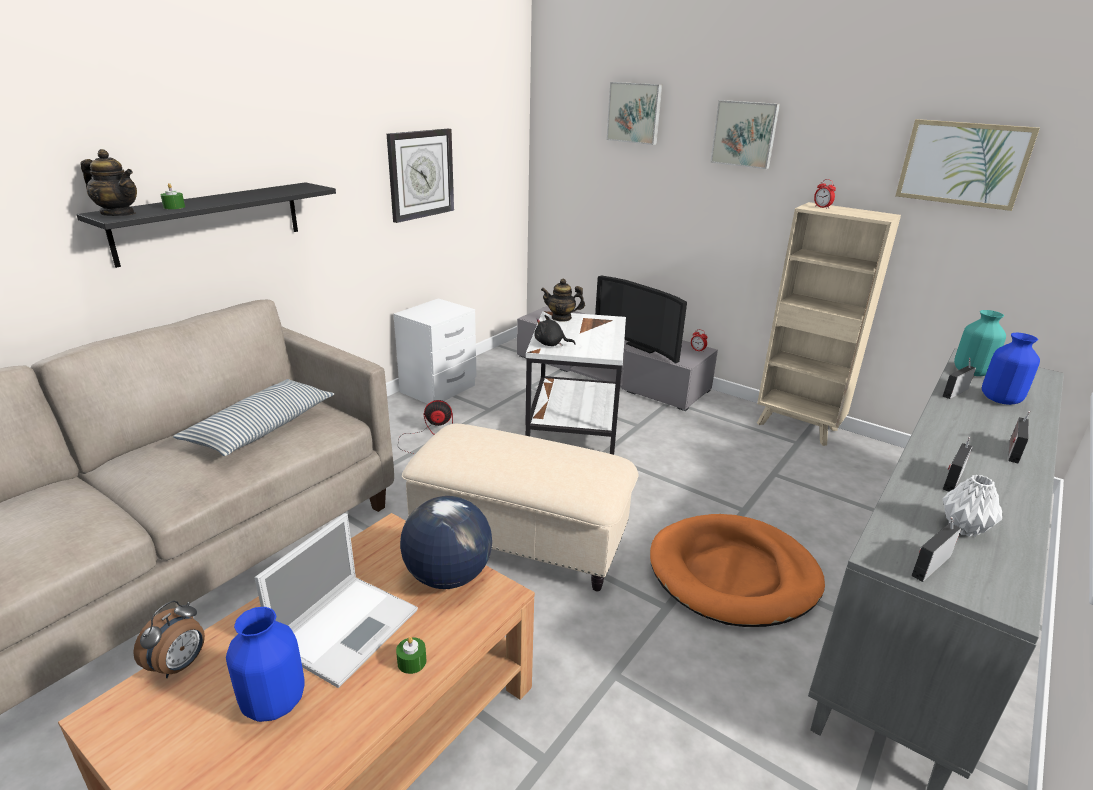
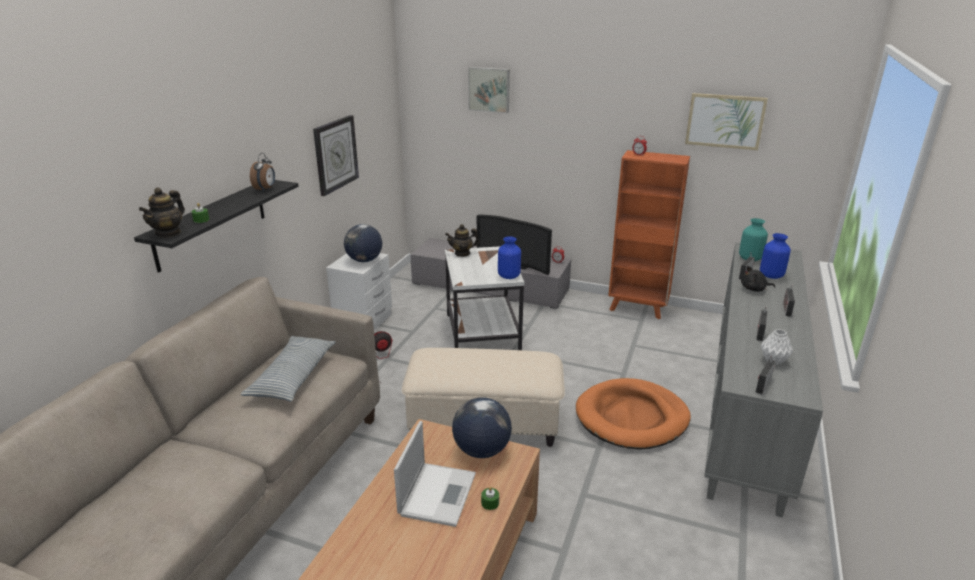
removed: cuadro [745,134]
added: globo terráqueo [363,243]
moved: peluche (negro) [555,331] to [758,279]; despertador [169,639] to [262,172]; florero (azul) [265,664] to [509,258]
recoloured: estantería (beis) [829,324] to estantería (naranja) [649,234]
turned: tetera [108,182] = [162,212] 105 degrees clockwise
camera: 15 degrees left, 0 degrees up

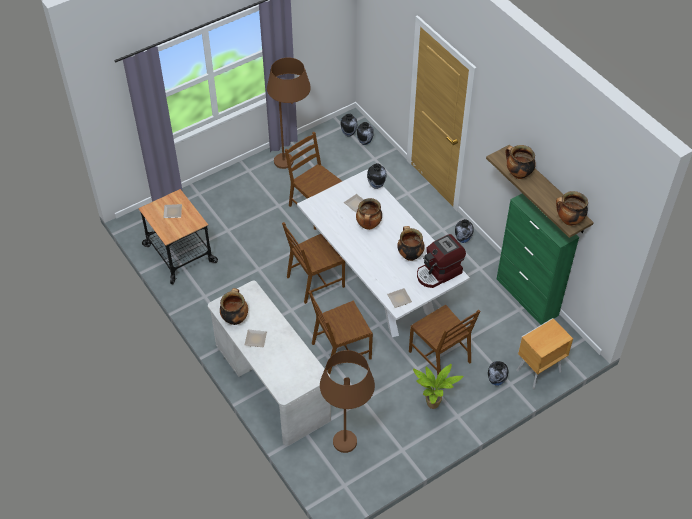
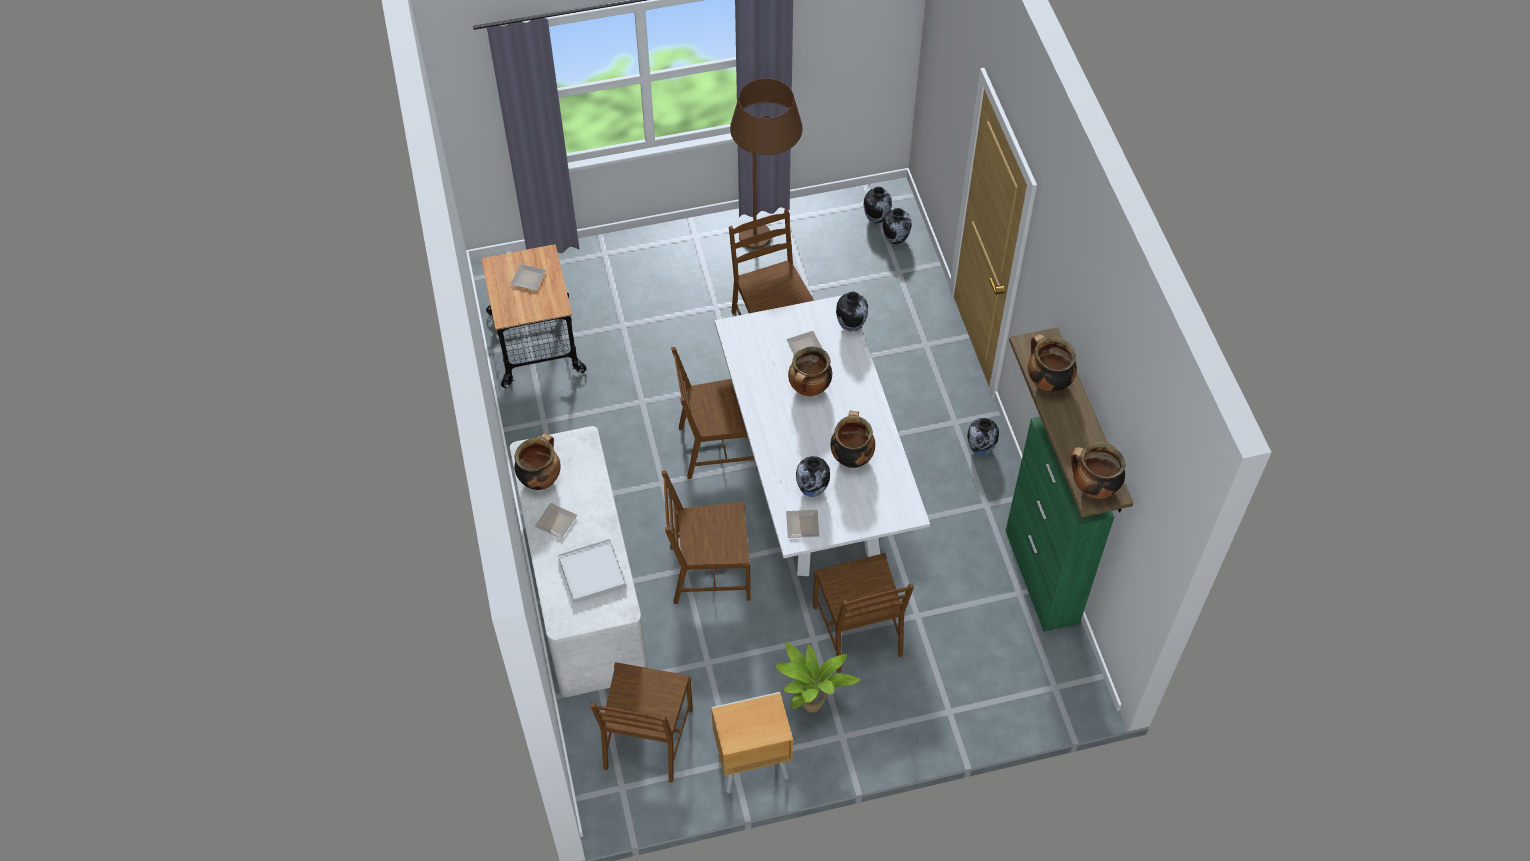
removed: cafetera [441,261]
added: bandeja (blanco) [592,571]
moved: mesita de noche (marrón) [545,353] to [752,742]; florero [498,373] to [813,476]
replaced: lámpara de pie (marrón) [347,401] to silla (marrón) [641,722]
camera: 20 degrees right, 5 degrees up

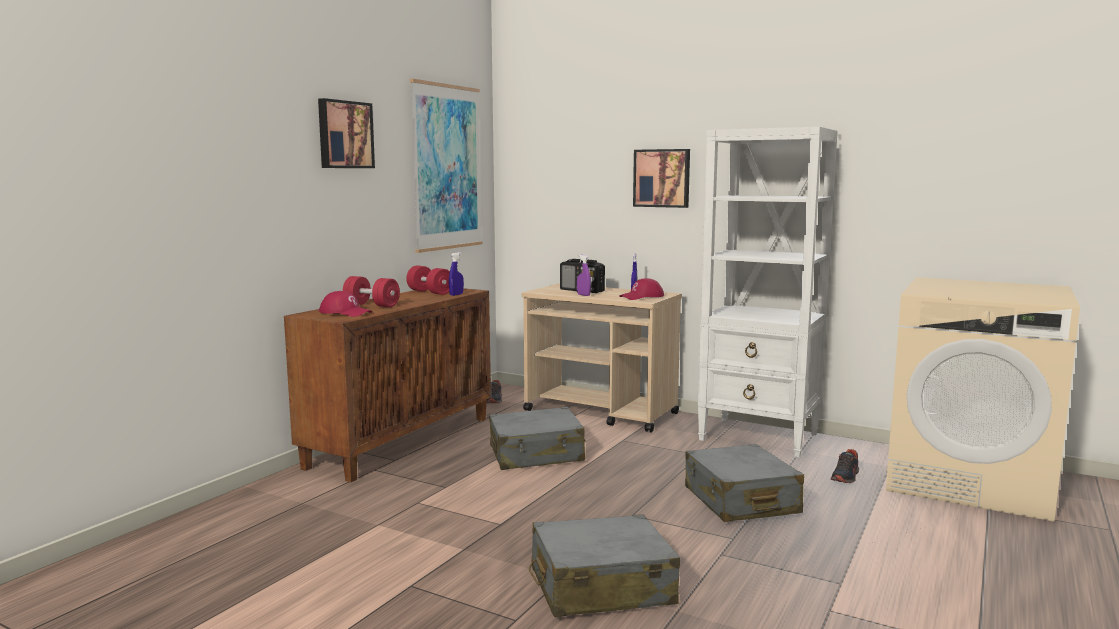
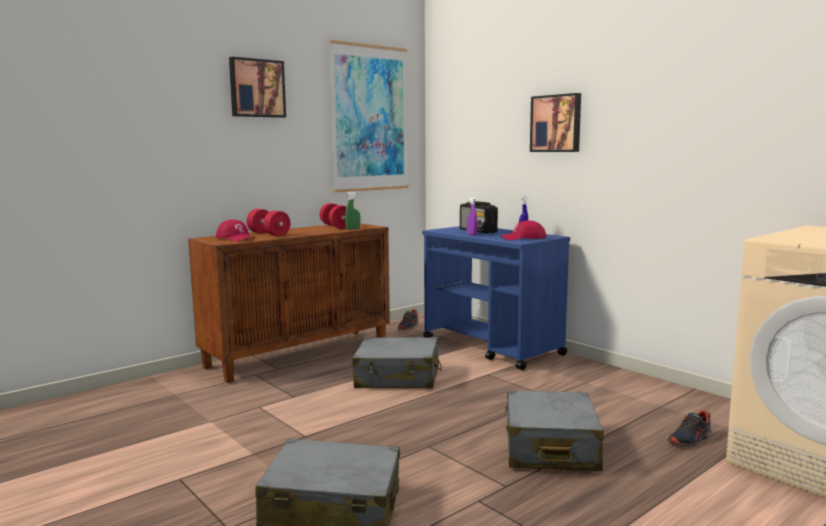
removed: estantería (blanco) [768,292]
recoloured: pulverizador (azul) [456,274] to pulverizador (verde) [353,210]; carrito (beis) [602,358] to carrito (azul) [496,298]
camera: 20 degrees right, 0 degrees up

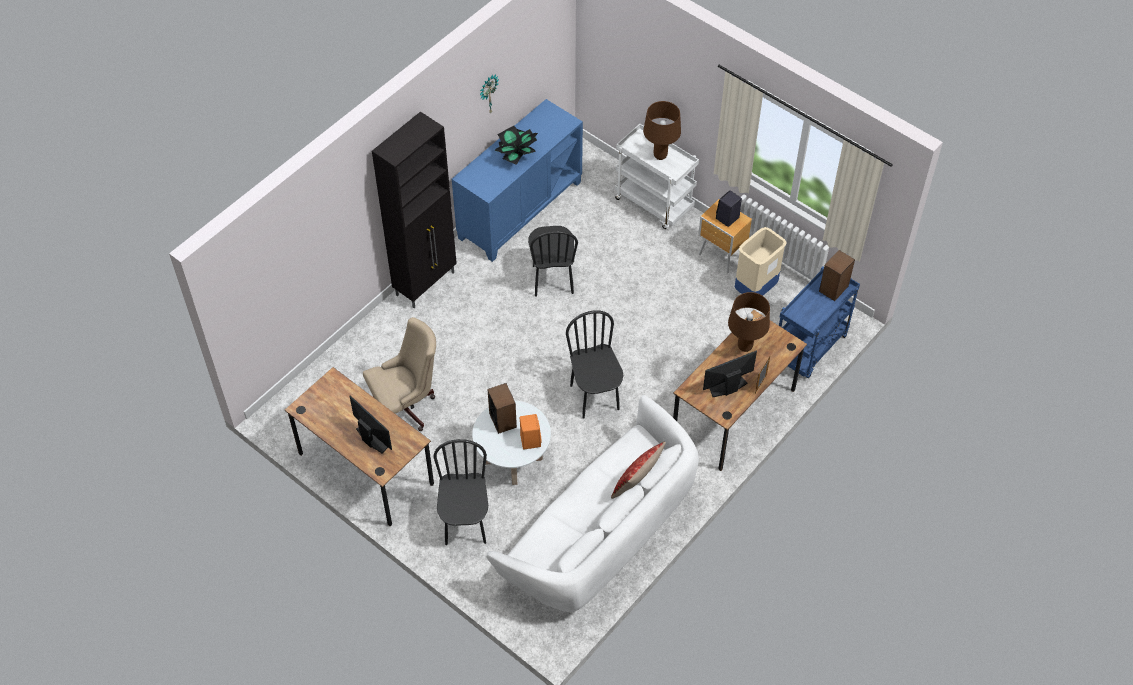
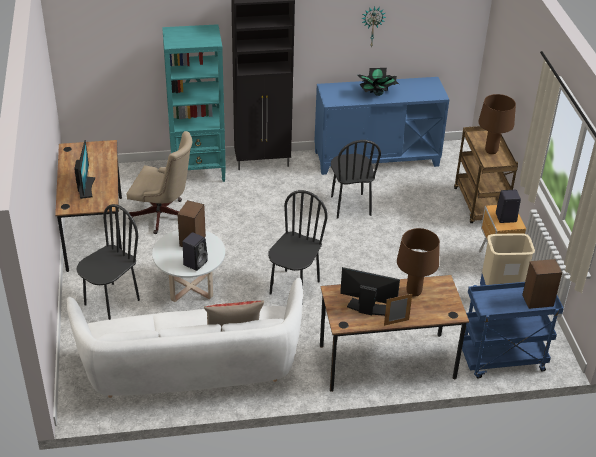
added: estantería (turquesa) [194,103]
recoloured: carrito (blanco) [657,176] to carrito (marrón) [486,174]; altavoz (naranja) [531,431] to altavoz (negro) [195,251]
turned: silla (negro) [553,261] = [356,179] 45 degrees counterclockwise
camera: 40 degrees right, 15 degrees down

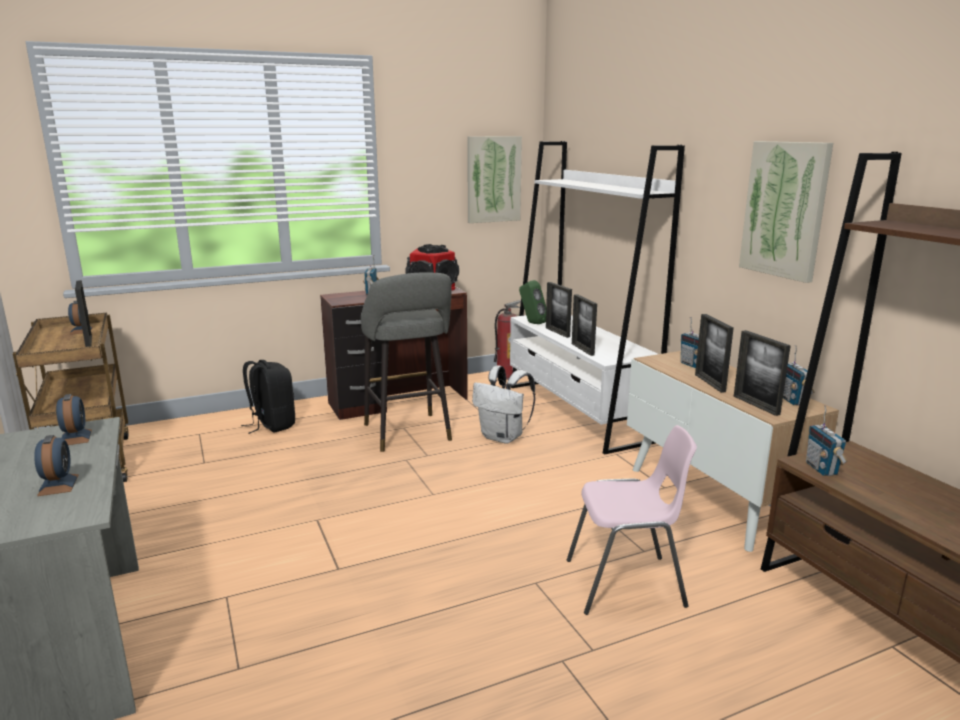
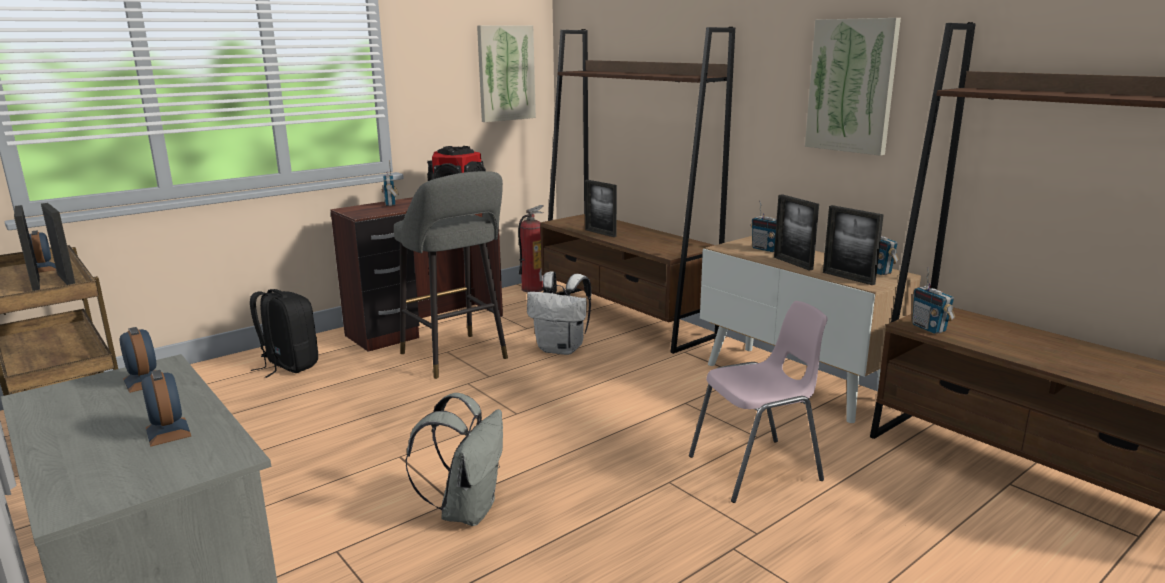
removed: altavoz (verde) [532,302]
added: mochila (gris) [454,459]
moved: portarretratos [584,325] to [27,248]
recoloured: estantería (blanco) [597,298] to estantería (marrón) [637,190]
camera: 15 degrees left, 0 degrees up

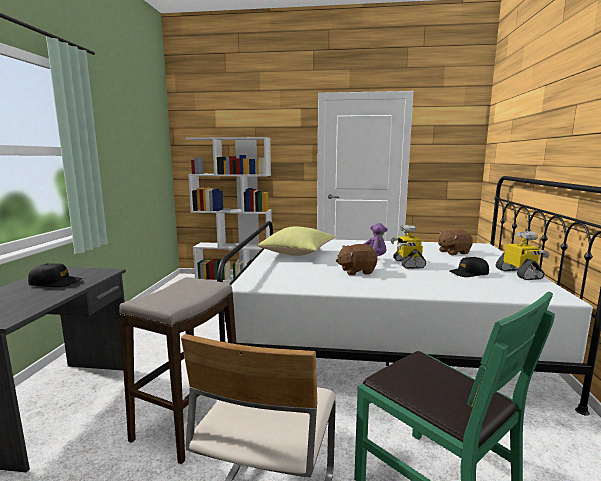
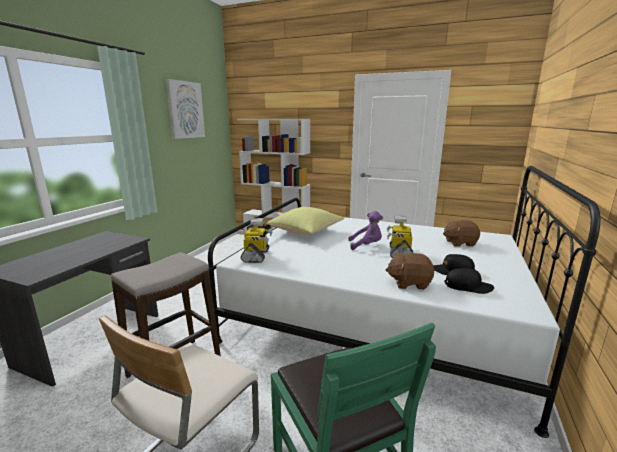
added: cuadro [185,109]
moved: robot de juguete [522,255] to [257,240]; peluche (marrón) [356,259] to [410,271]; gorra (negro) [55,275] to [469,281]
camera: 15 degrees right, 5 degrees up

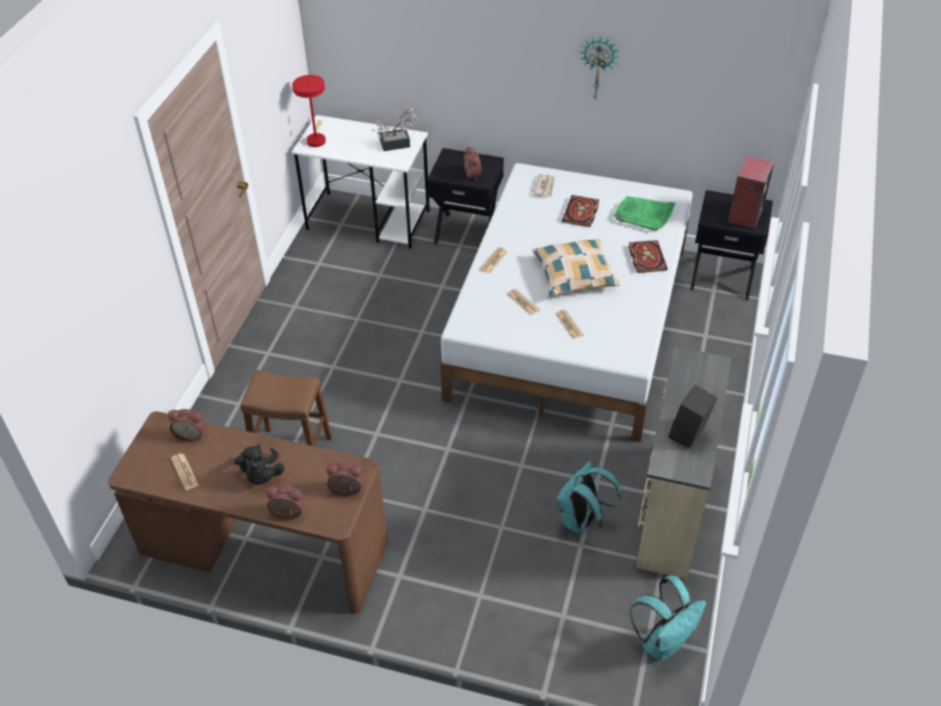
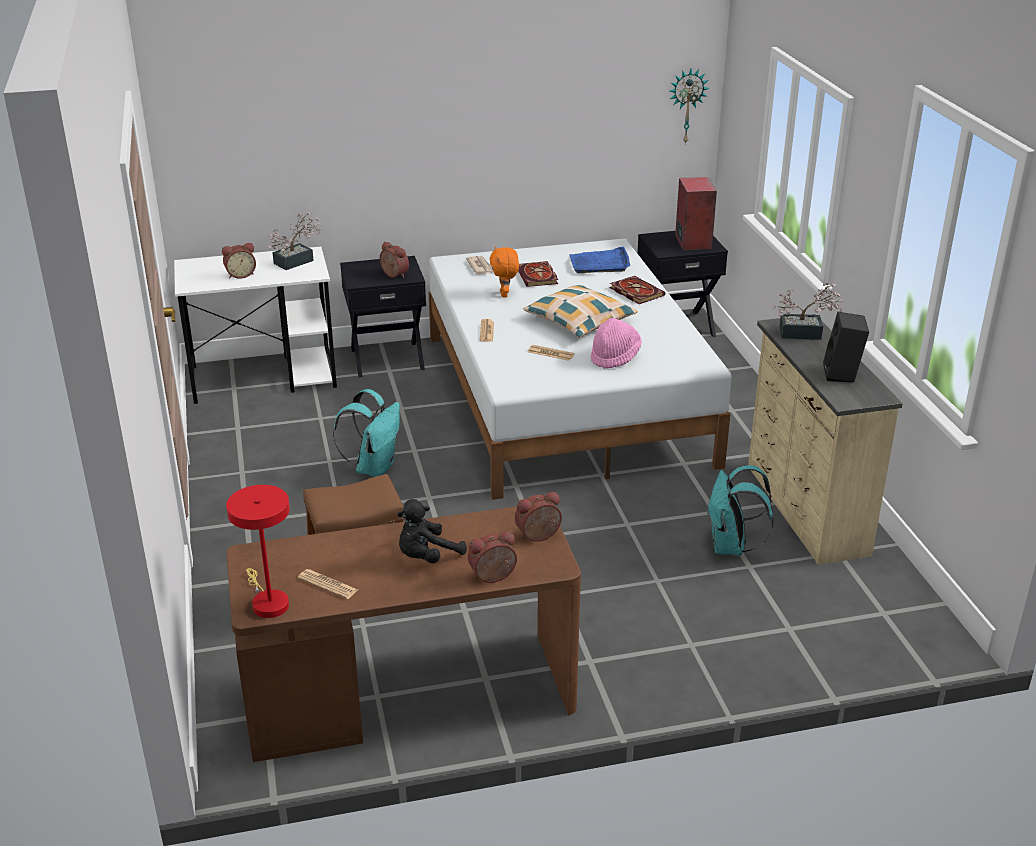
added: peluche (naranja) [504,272]; planta en maceta [807,311]
moved: reloj de pared [599,68] to [689,107]; lámpara de mesa (rojo) [309,111] to [258,551]; despertador [187,425] to [239,261]; mochila (turquesa) [668,618] to [366,433]
replaced: periódico [569,324] to sombrero (rosa) [616,343]
recoloured: bandeja (verde) [644,213] to bandeja (azul) [599,259]
turned: peluche (negro) [259,464] = [432,531] 90 degrees clockwise
camera: 30 degrees left, 15 degrees down

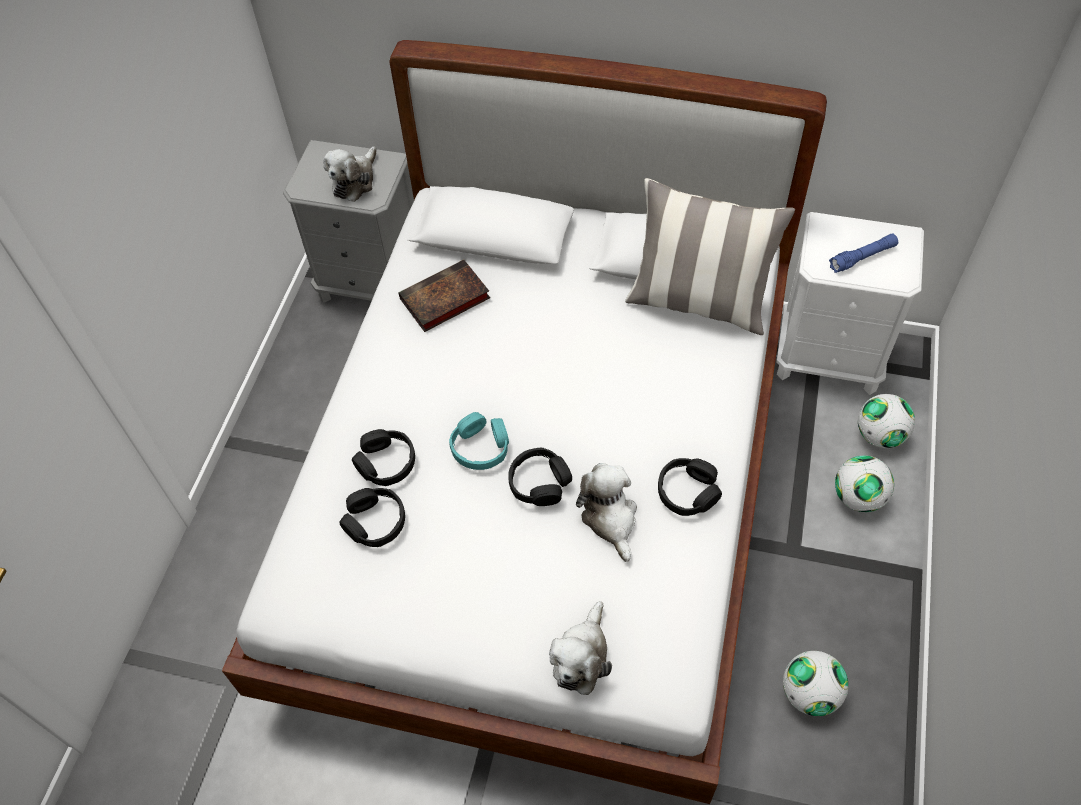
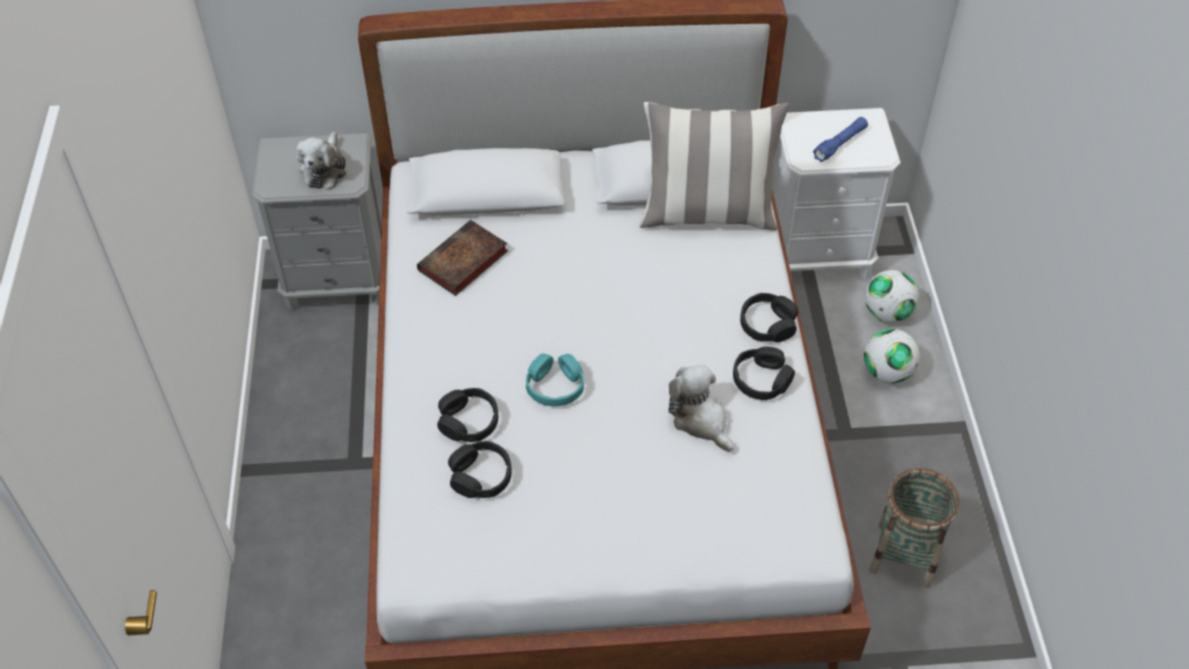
removed: peluche [580,648]
moved: auriculares (negro) [540,477] to [769,317]
replaced: balón de fútbol [816,683] to cesta [914,528]
camera: 20 degrees left, 5 degrees down

